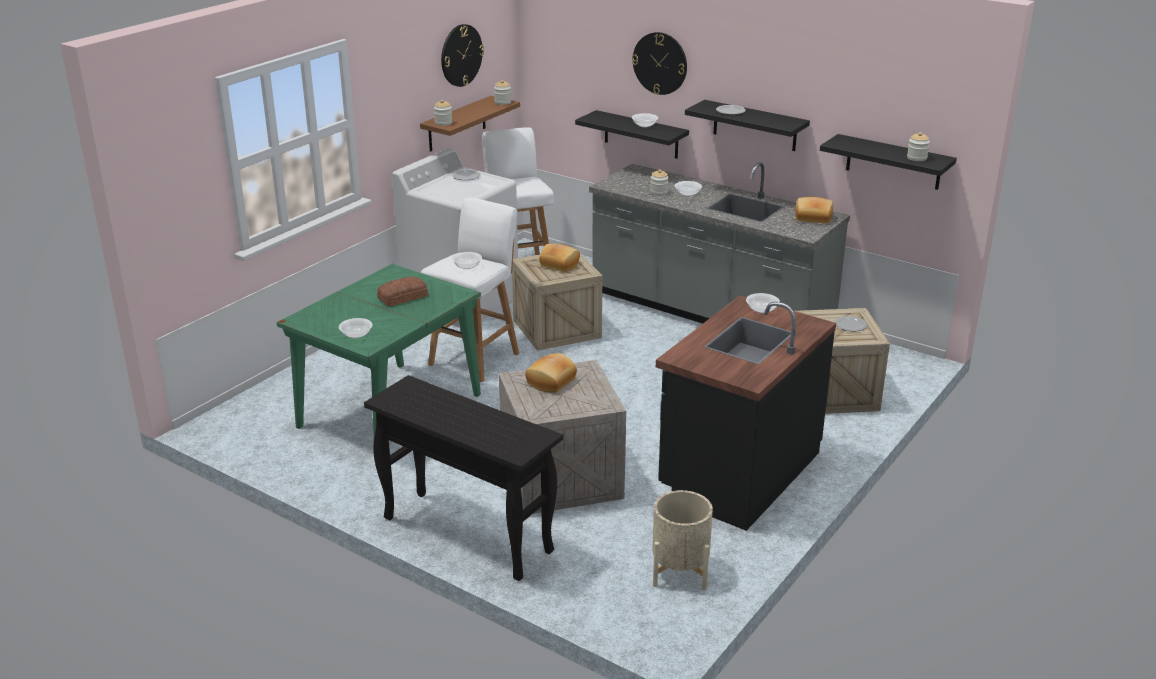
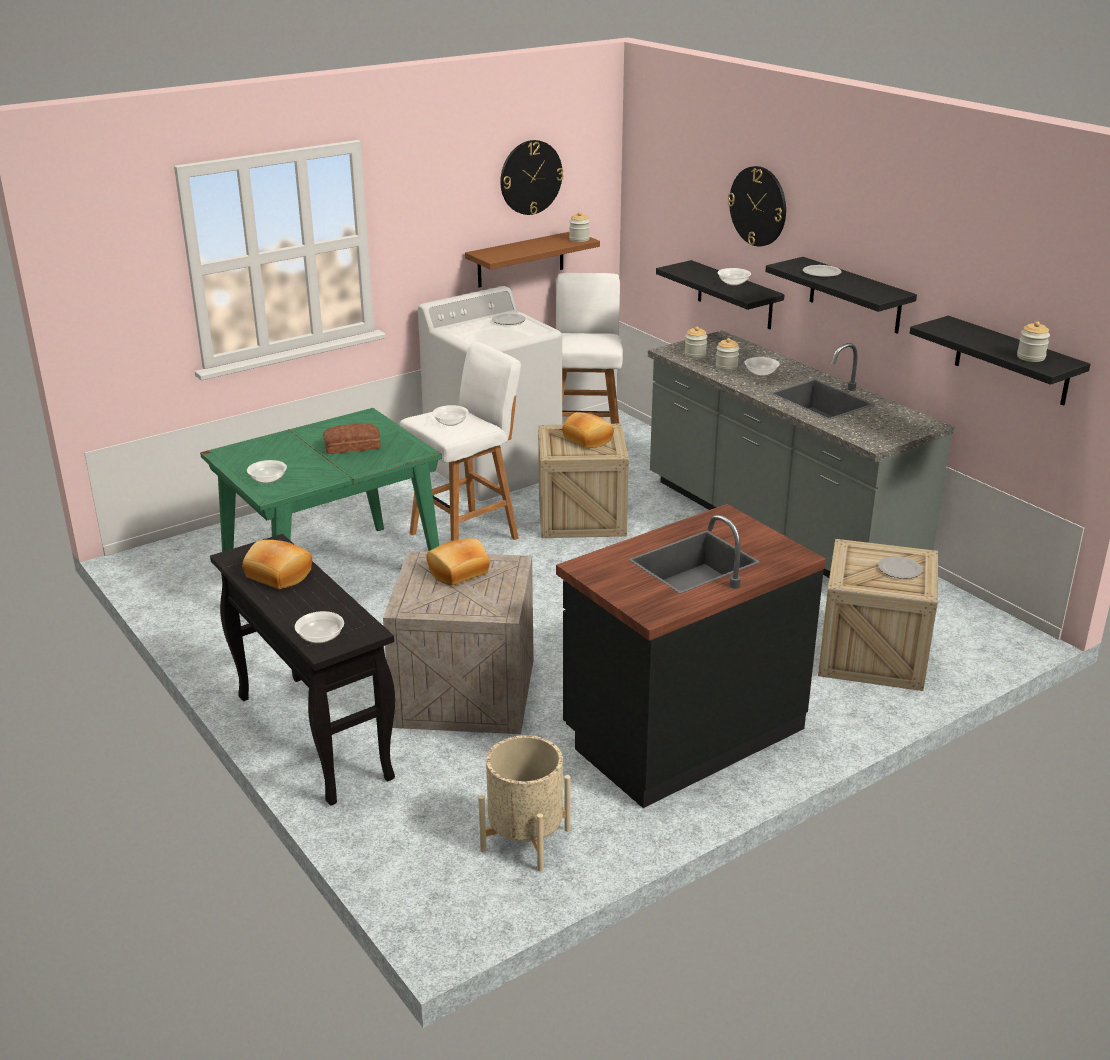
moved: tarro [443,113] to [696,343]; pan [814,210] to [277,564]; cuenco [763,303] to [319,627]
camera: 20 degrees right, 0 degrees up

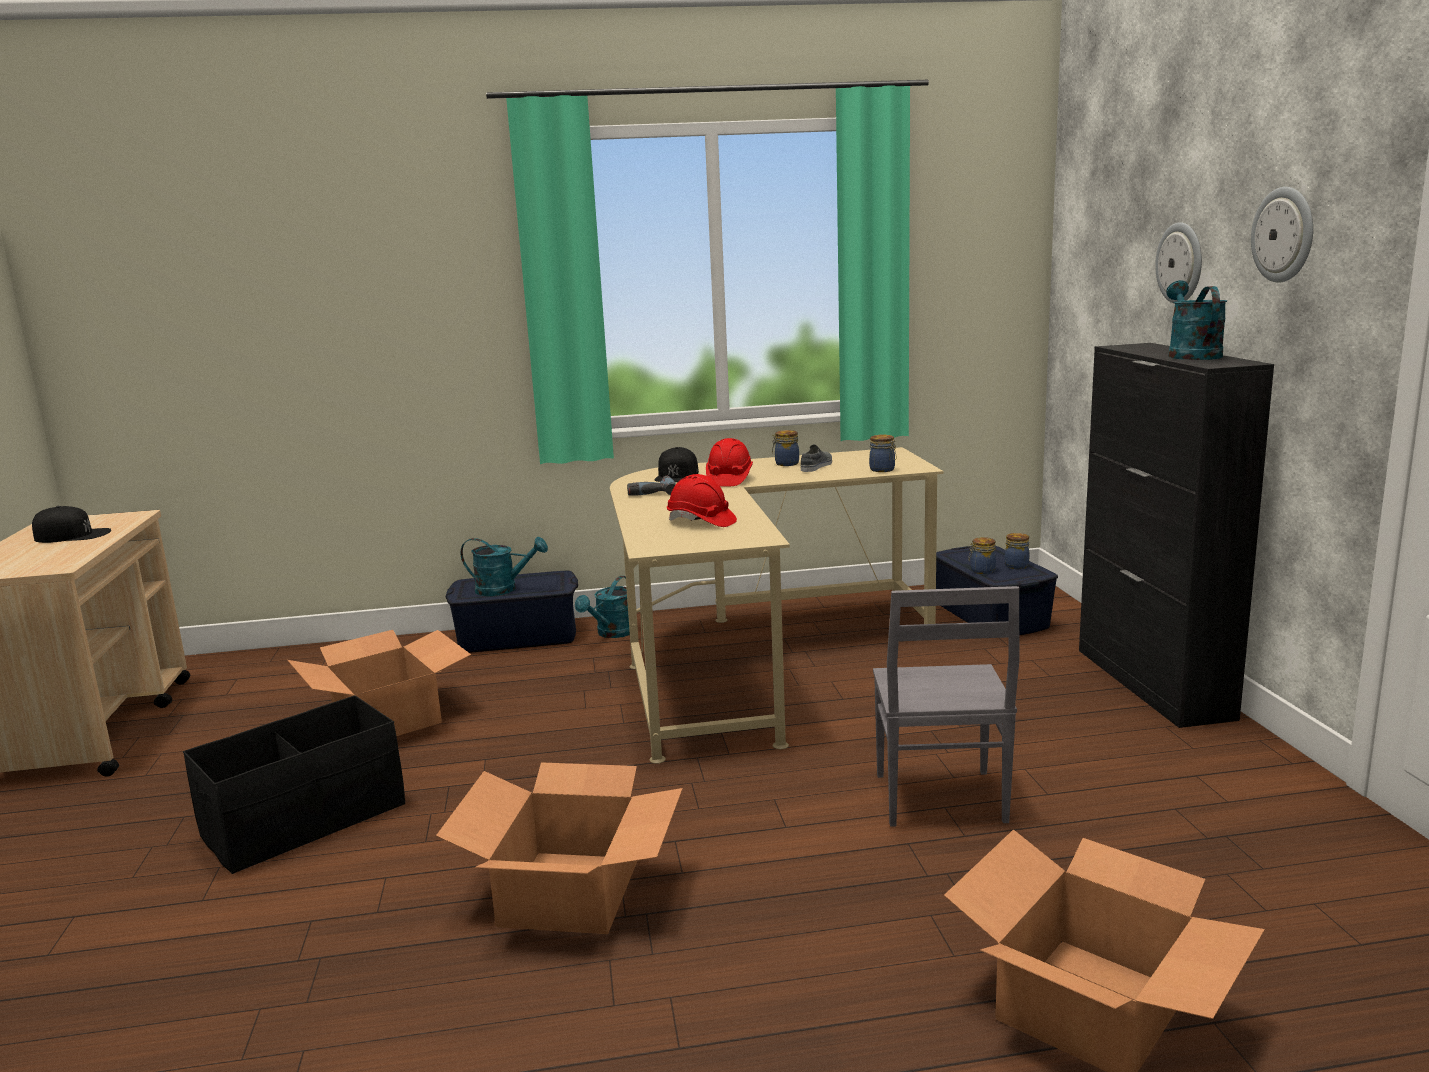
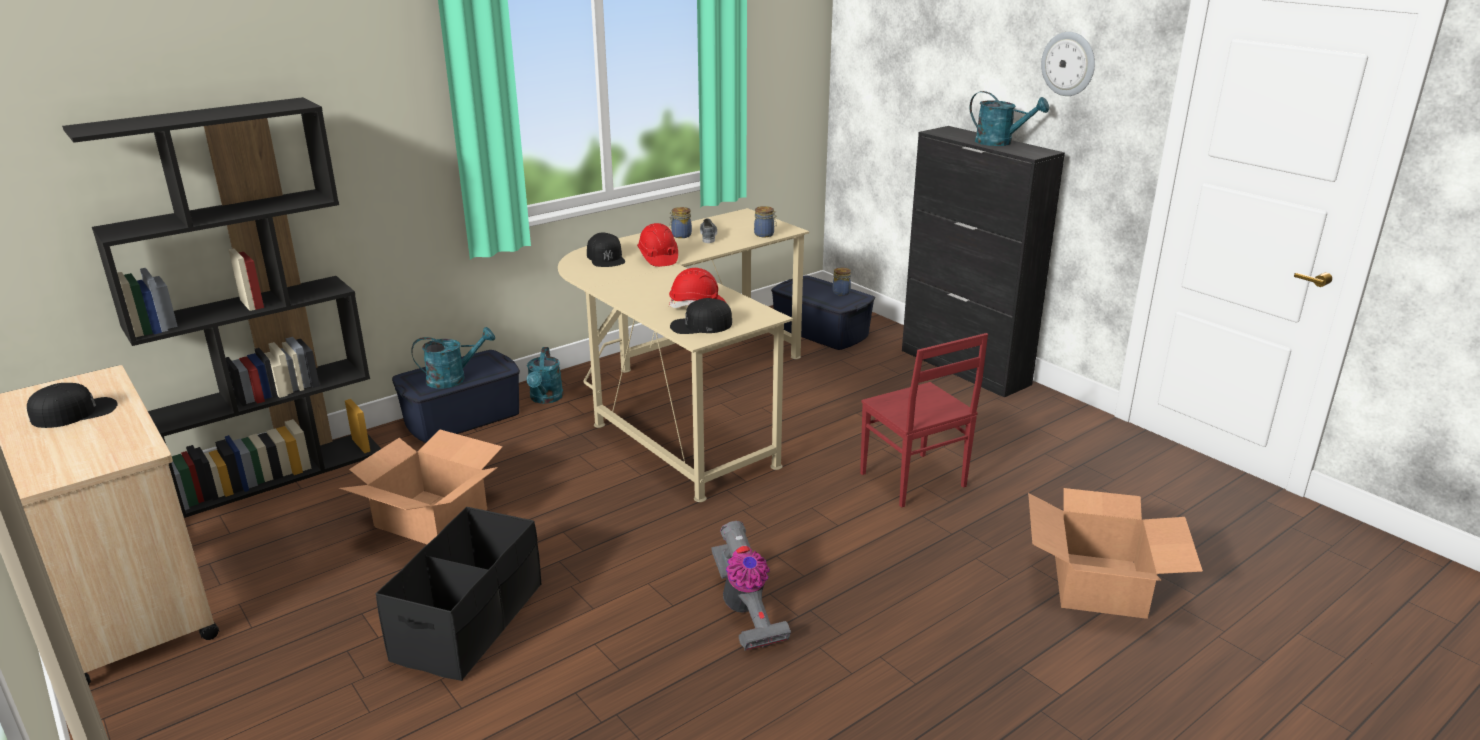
removed: reloj de pared [1178,262]; taladro [651,486]; tarro [982,555]
added: estantería (negro) [221,307]; gorra (negro) [701,316]
replaced: caja de cartón [559,848] to aspiradora [751,586]
recoloured: silla (gris) [946,706] to silla (rojo) [924,420]
turned: regadera (turquesa) [1196,320] = [1009,118] 150 degrees clockwise
camera: 30 degrees left, 10 degrees up

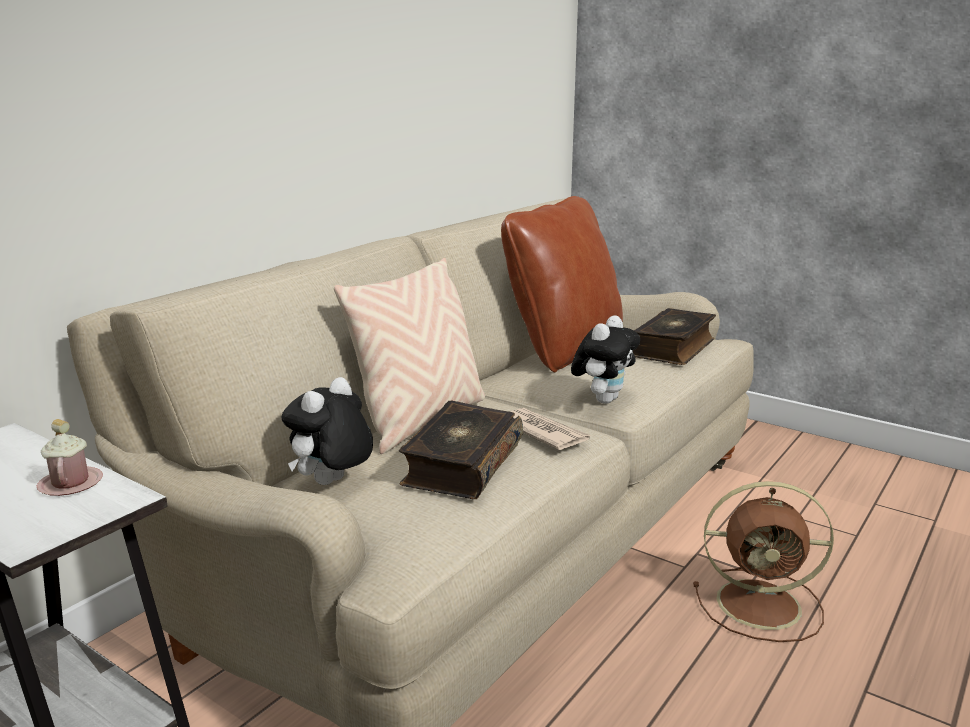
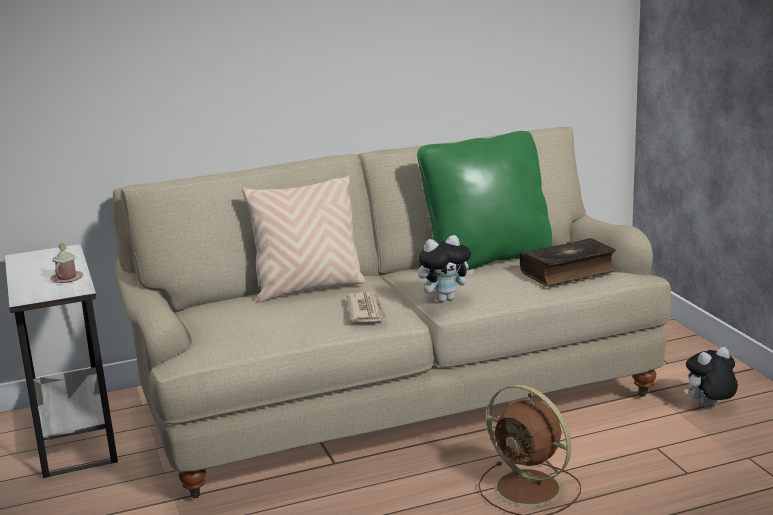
removed: libro [461,450]
moved: peluche [327,431] to [711,377]
recoloured: cojín (marrón) [562,284] to cojín (verde) [484,200]
camera: 35 degrees right, 0 degrees up

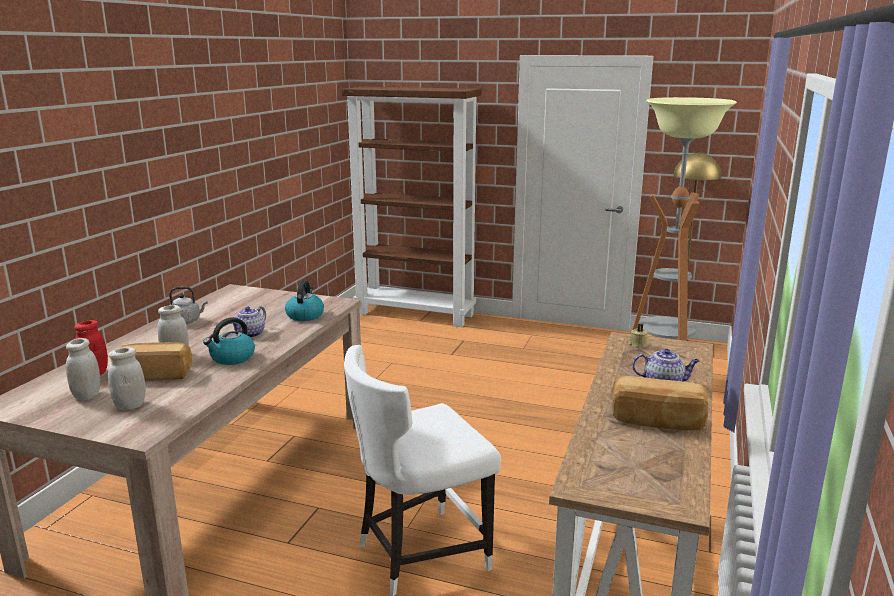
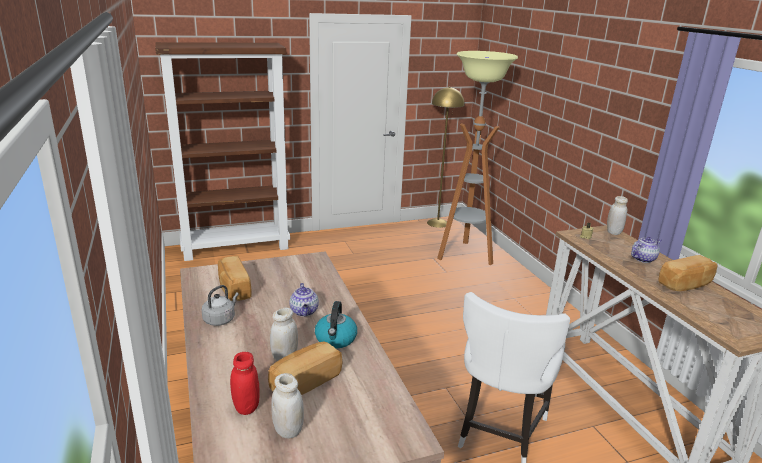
removed: hervidor [304,300]
added: pan [234,278]
moved: tarro (blanco) [127,378] to [617,215]
camera: 40 degrees left, 5 degrees up

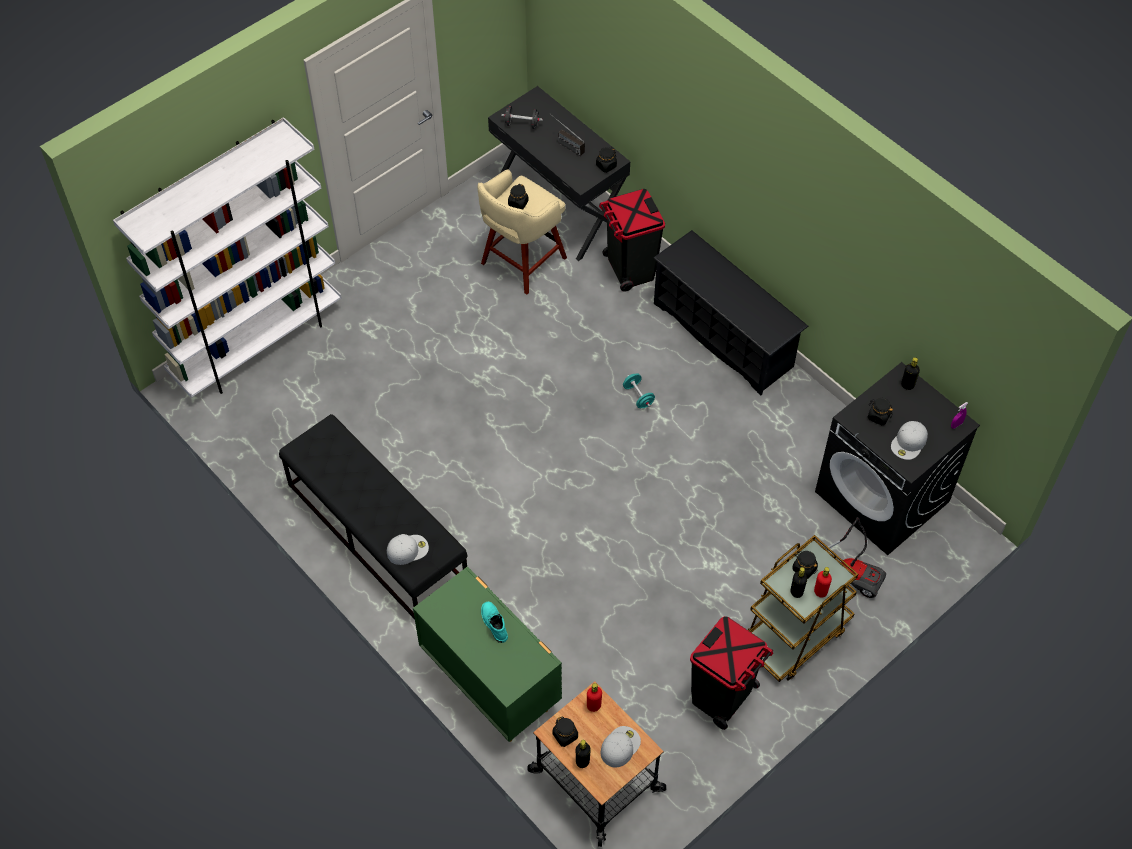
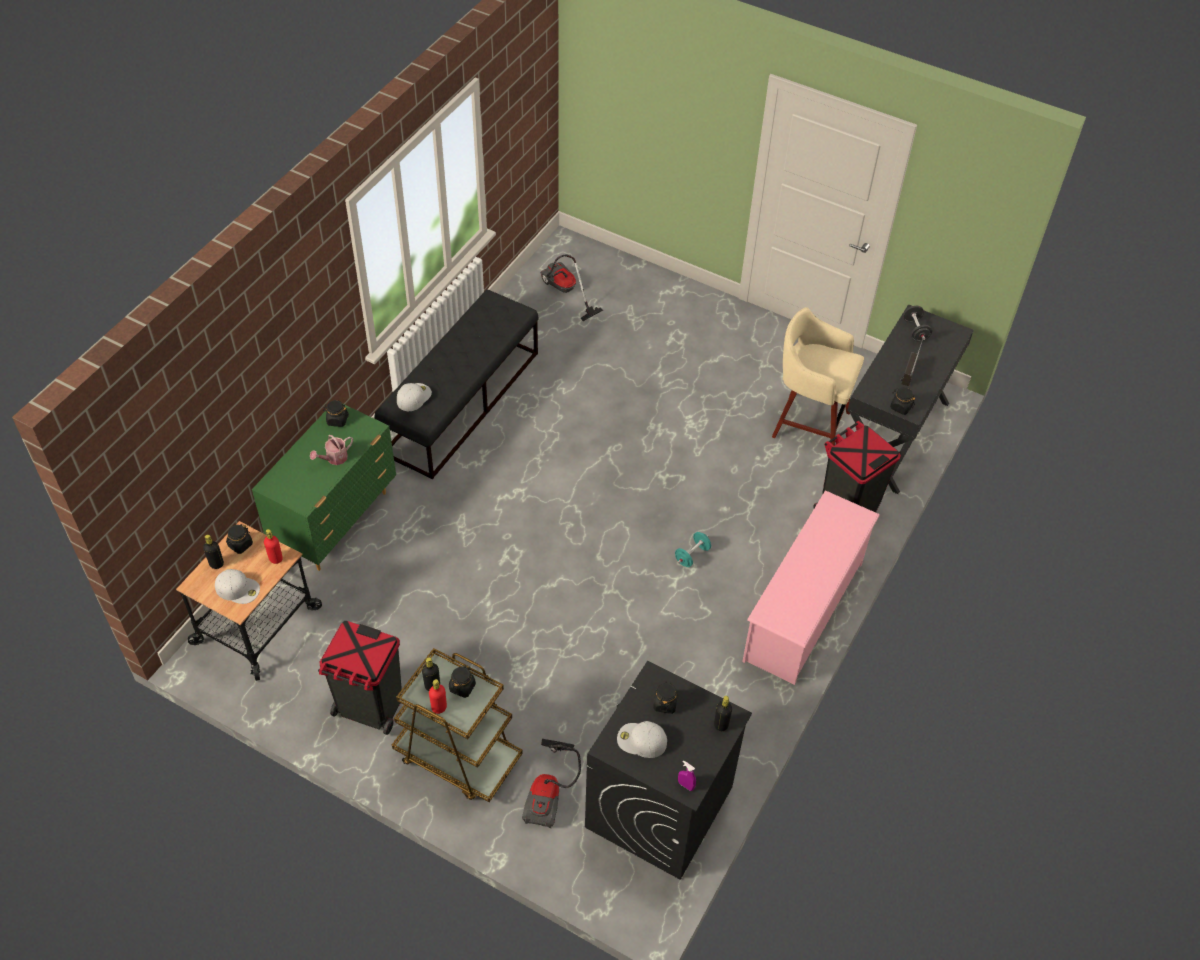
removed: estantería (blanco) [227,257]
added: aspiradora [571,287]
moved: tarro (negro) [518,196] to [336,413]
replaced: bota (turquesa) [494,622] to regadera [331,450]
recoloured: zapatero (negro) [731,312] to zapatero (rosa) [811,587]
turned: gorra (blanco) [408,549] = [414,397] 105 degrees counterclockwise
camera: 70 degrees right, 5 degrees down

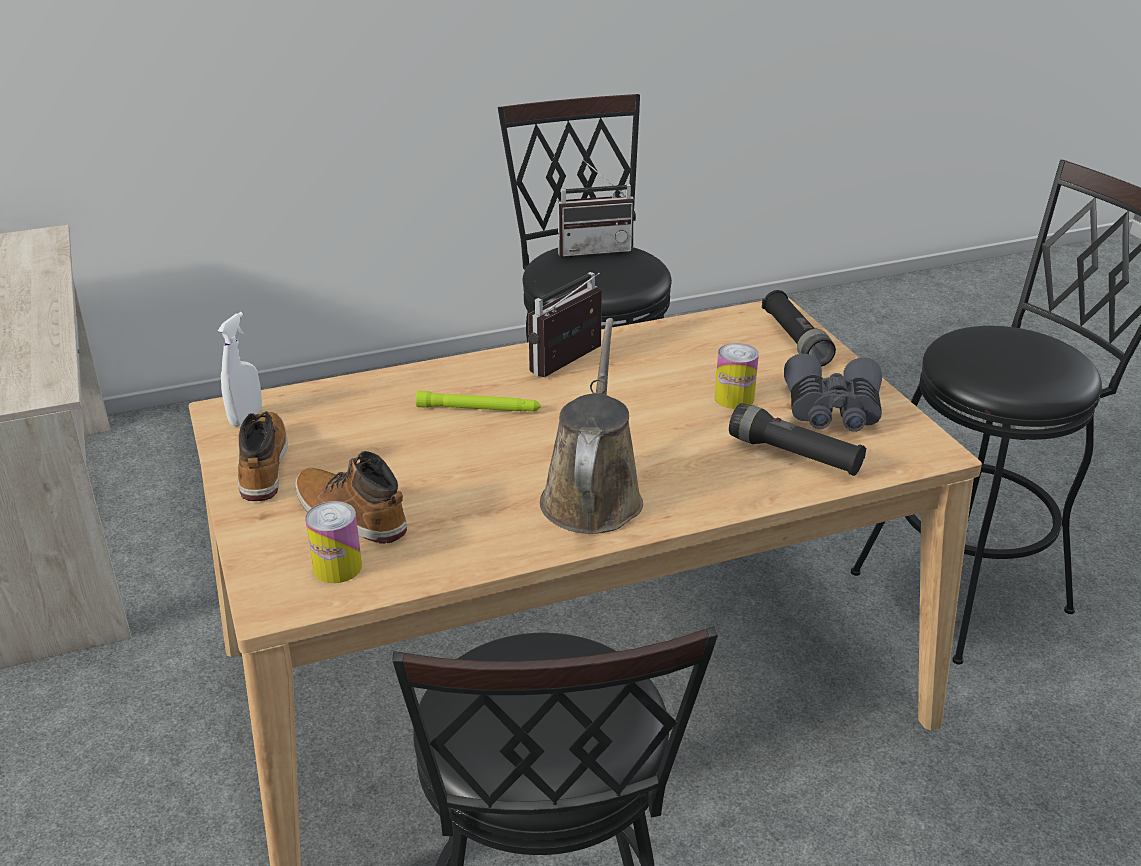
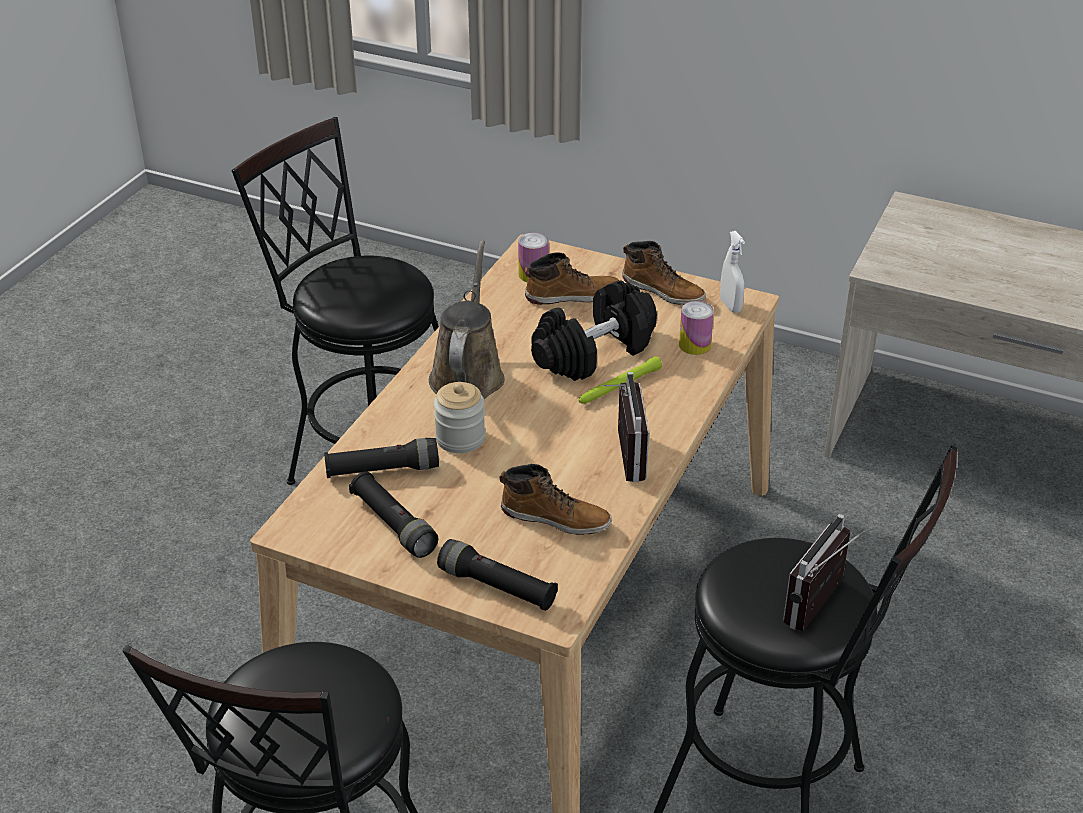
added: mancuerna (negro) [594,331]; tarro [459,417]; bota [555,499]
moved: lata [737,376] to [696,328]
replaced: prismáticos (gris) [833,393] to linterna (negro) [393,514]
turned: regadera (marrón) [591,426] = [467,320] 135 degrees counterclockwise
camera: 135 degrees right, 5 degrees up

